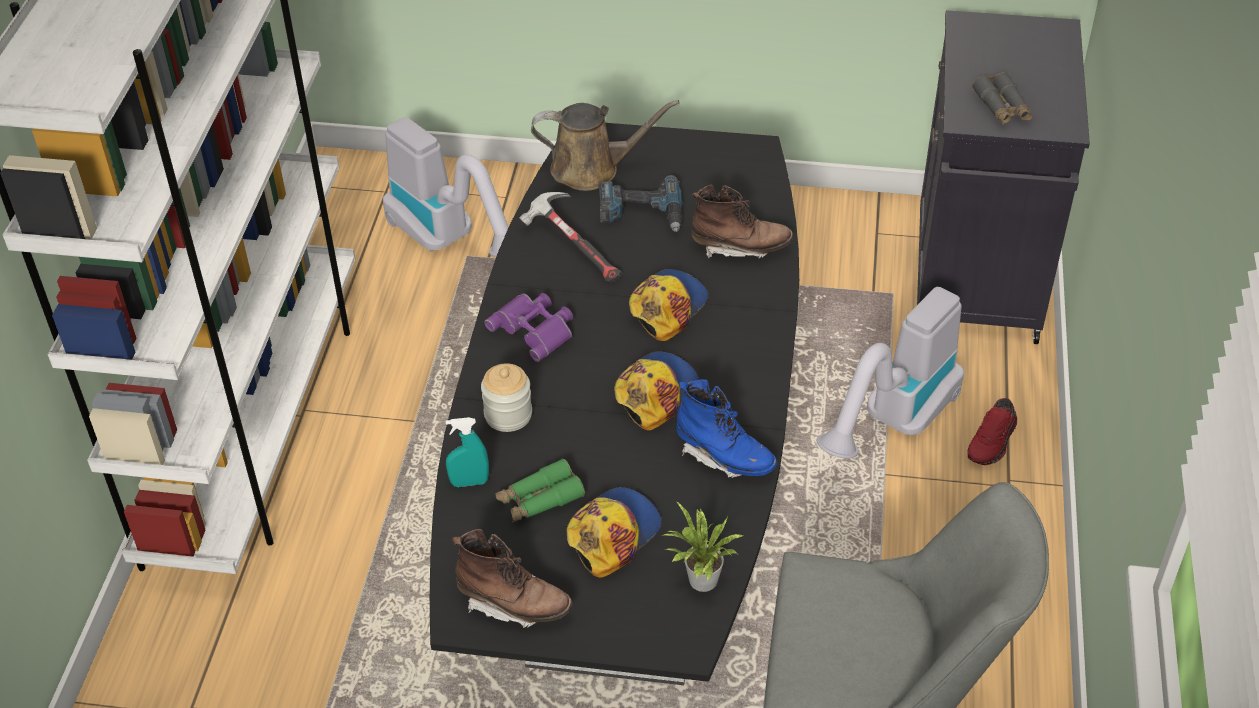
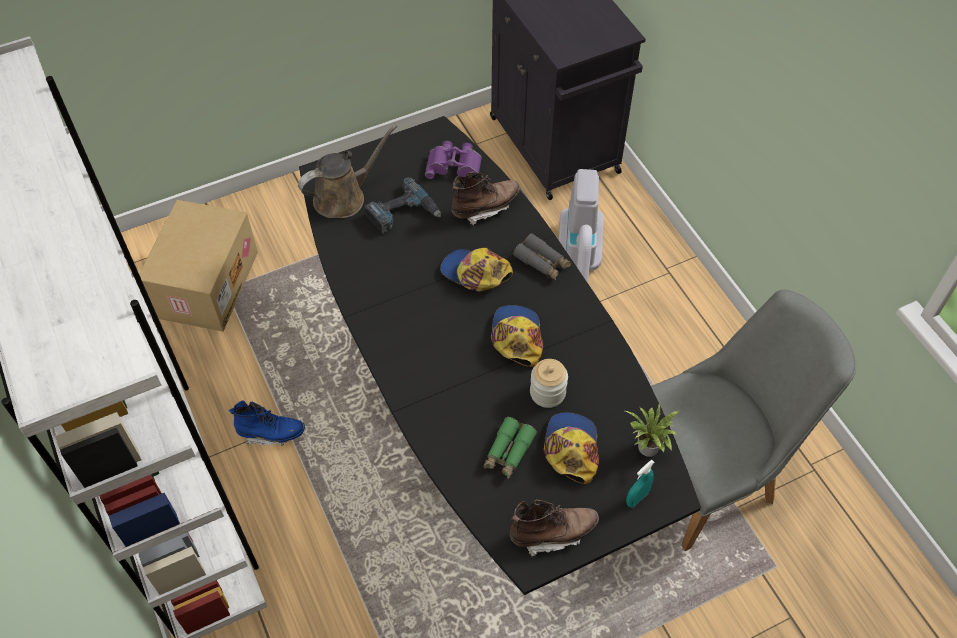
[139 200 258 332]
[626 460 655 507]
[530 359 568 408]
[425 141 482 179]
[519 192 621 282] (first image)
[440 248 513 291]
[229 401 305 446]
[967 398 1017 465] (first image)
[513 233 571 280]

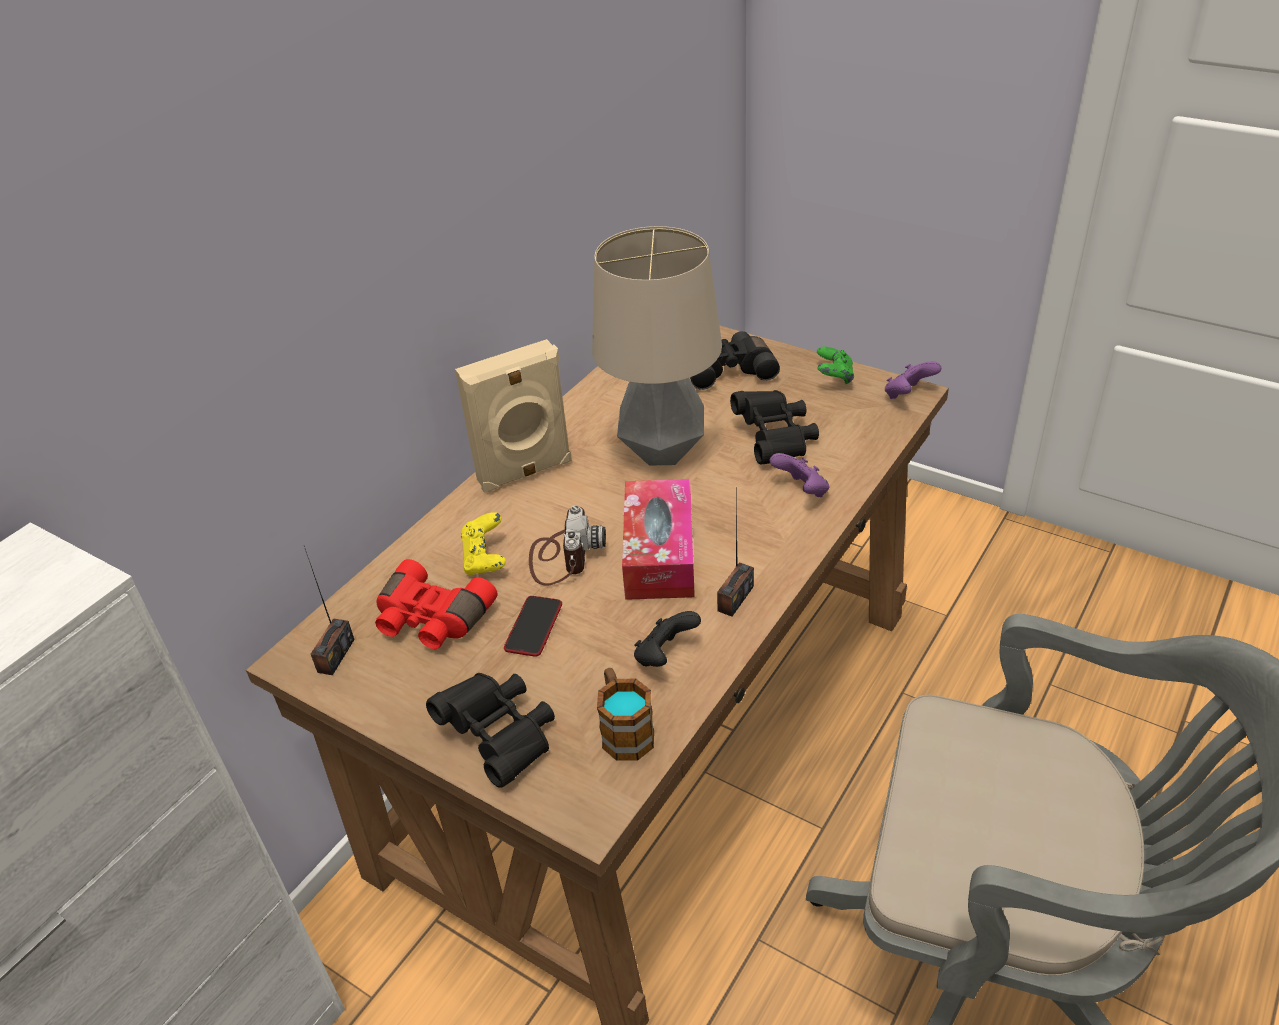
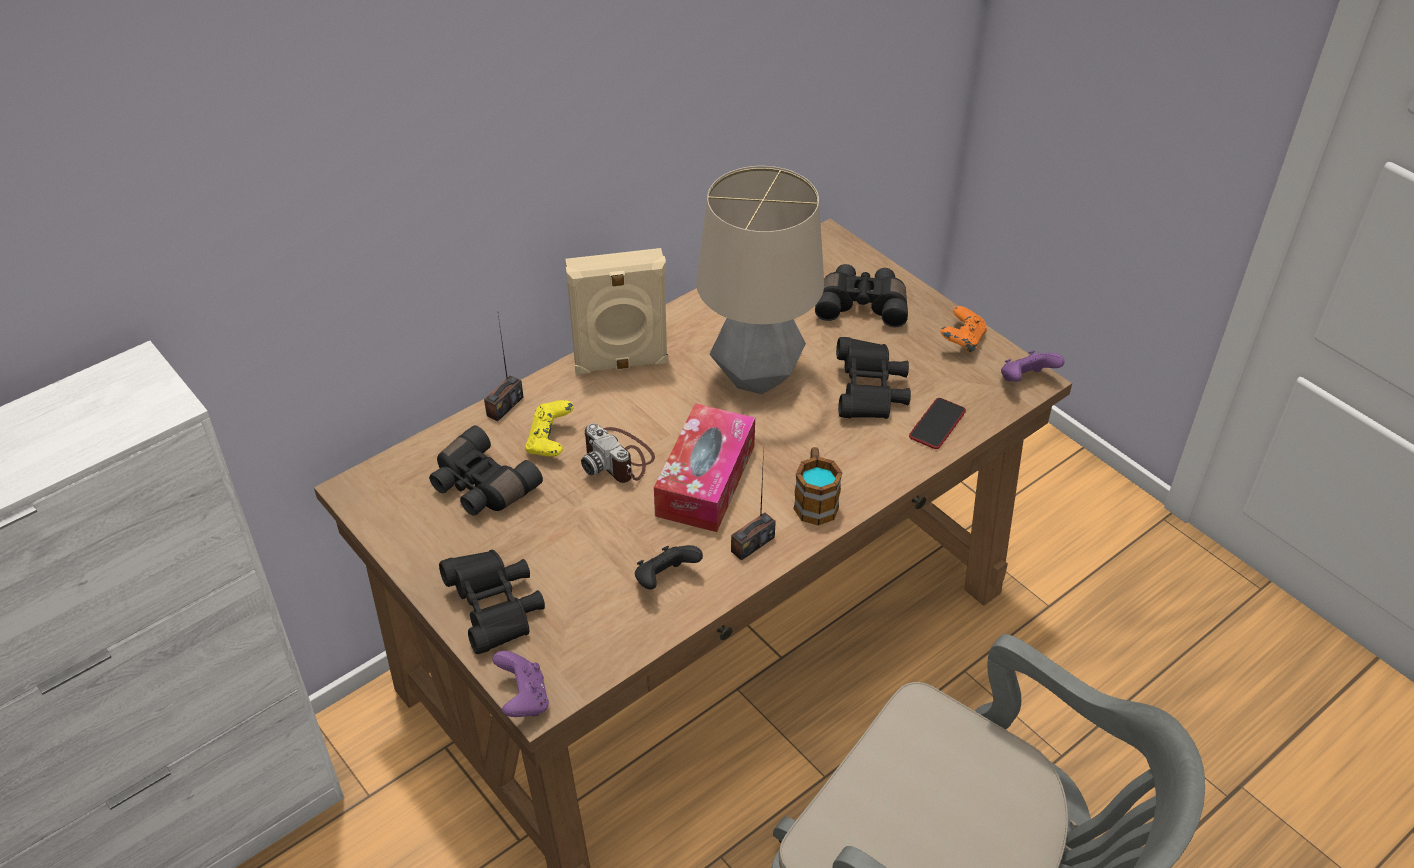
[484 315 523 421]
[429 425 543 516]
[909 398 966 449]
[581 423 655 483]
[793 447 843 526]
[492 651 549 717]
[940 306 987 353]

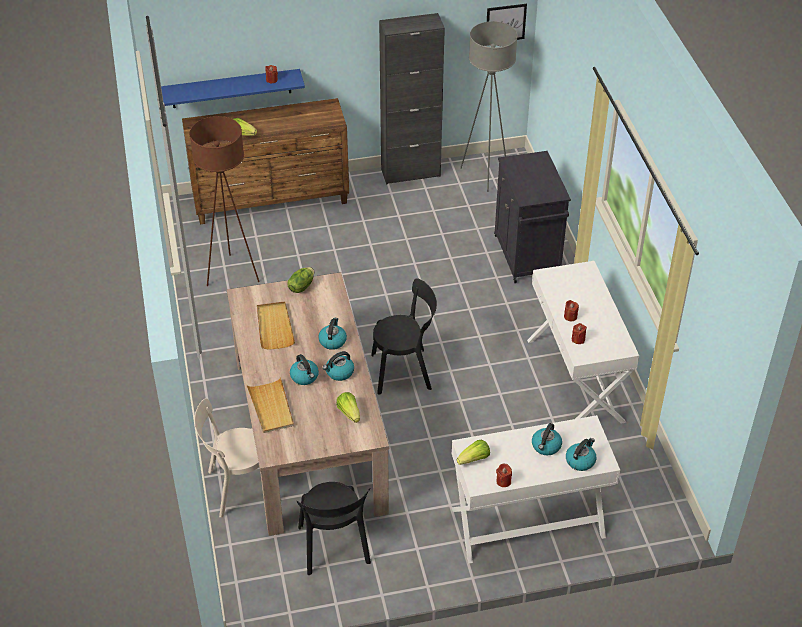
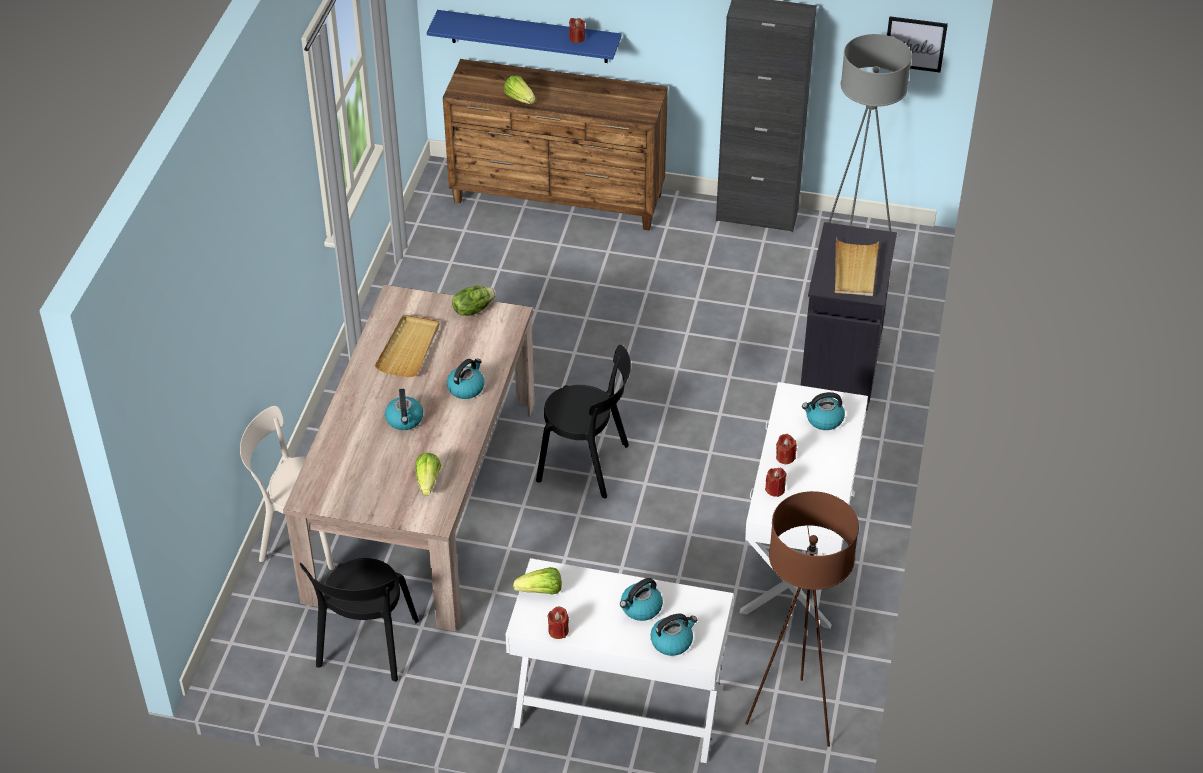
[745 491 859 747]
[835 238 879 296]
[802 392 845 430]

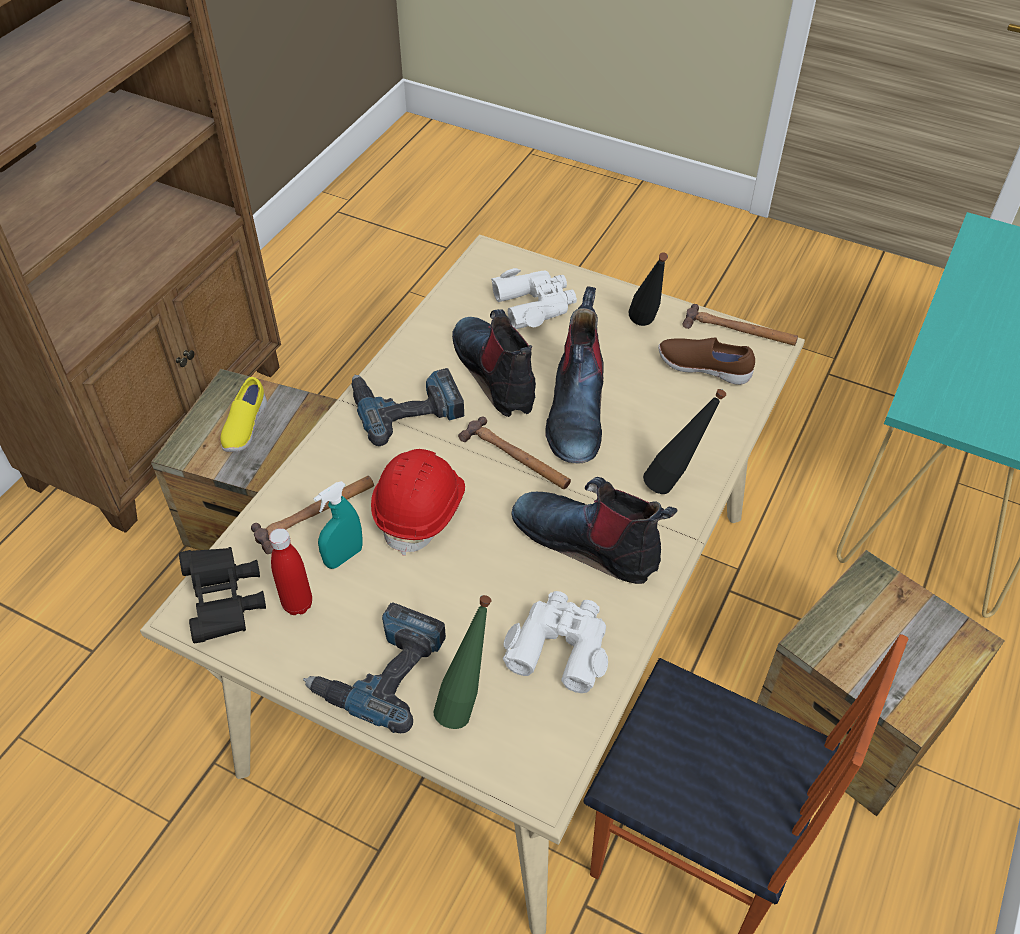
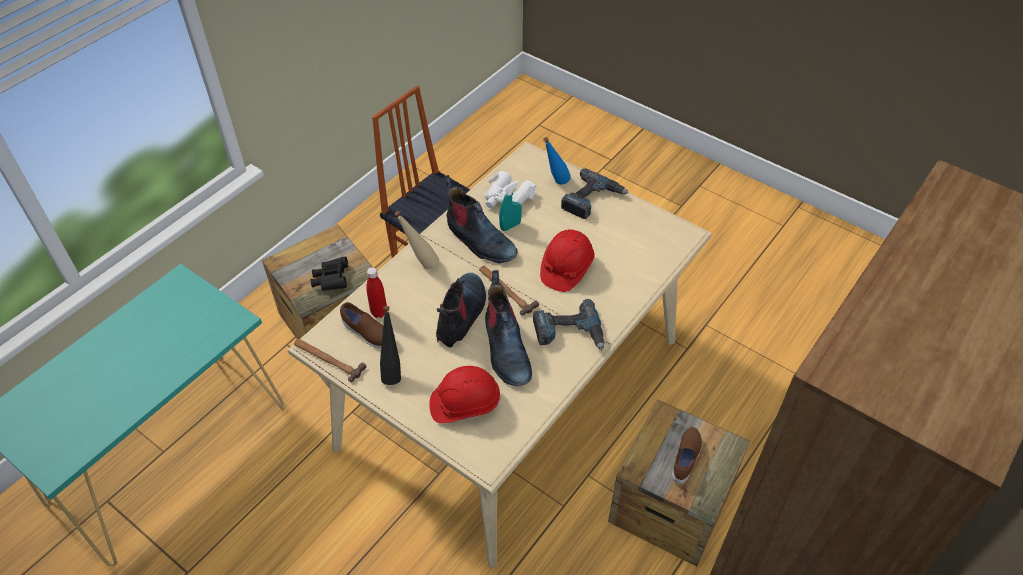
[311 257 348 291]
[672 427 702 484]
[251 476 374 554] (first image)
[366 267 387 318]
[499 181 522 231]
[543 137 571 185]
[429 366 500 423]
[395 211 439 269]

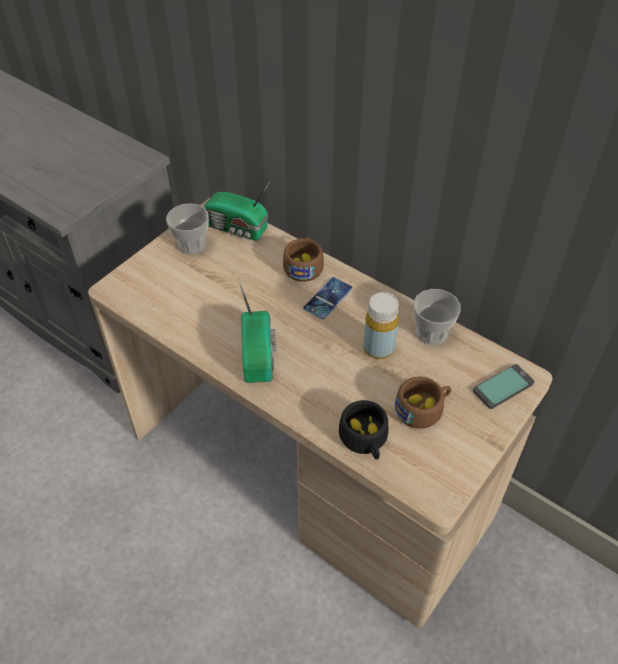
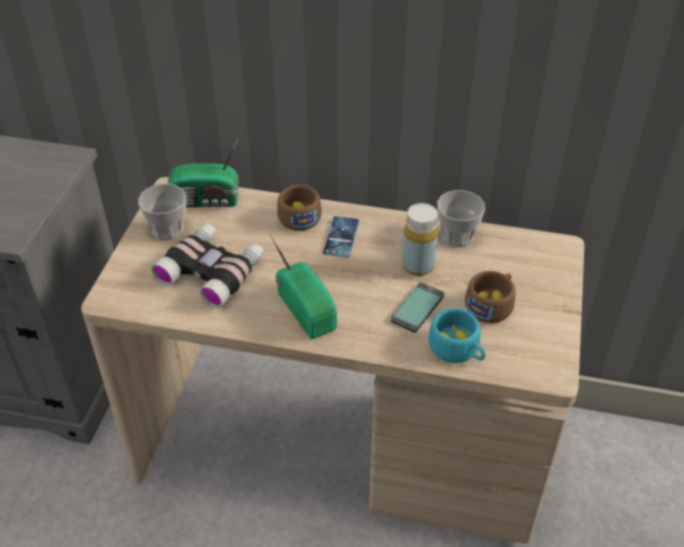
[428 308 486 363]
[391 283 444 333]
[151 223 264 308]

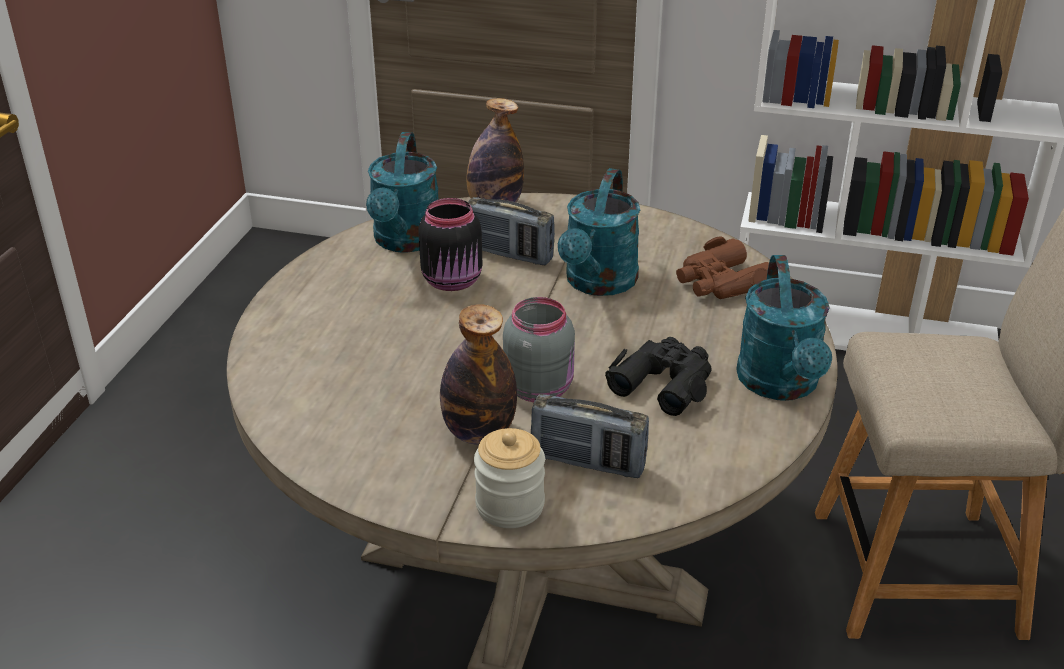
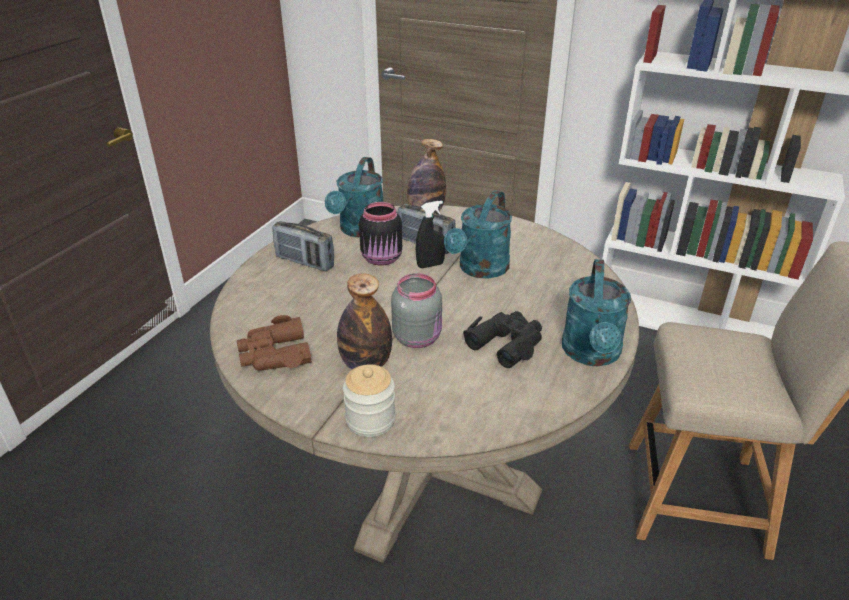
[272 221 334 271]
[237 315 311 371]
[416 201 445 268]

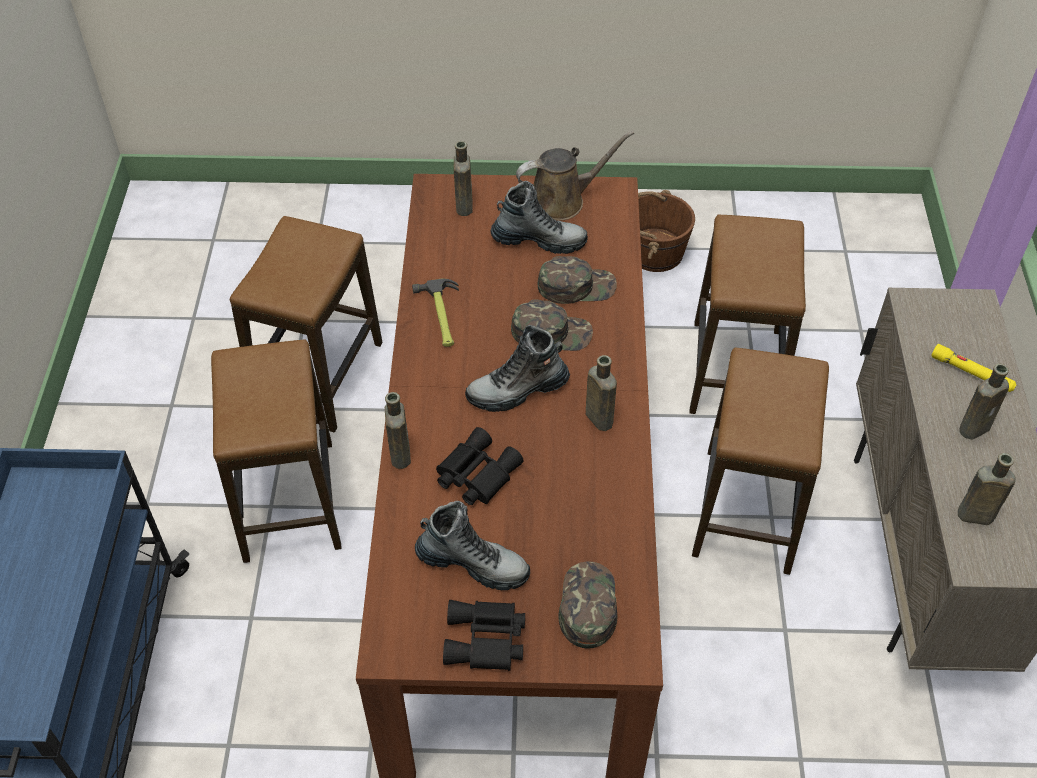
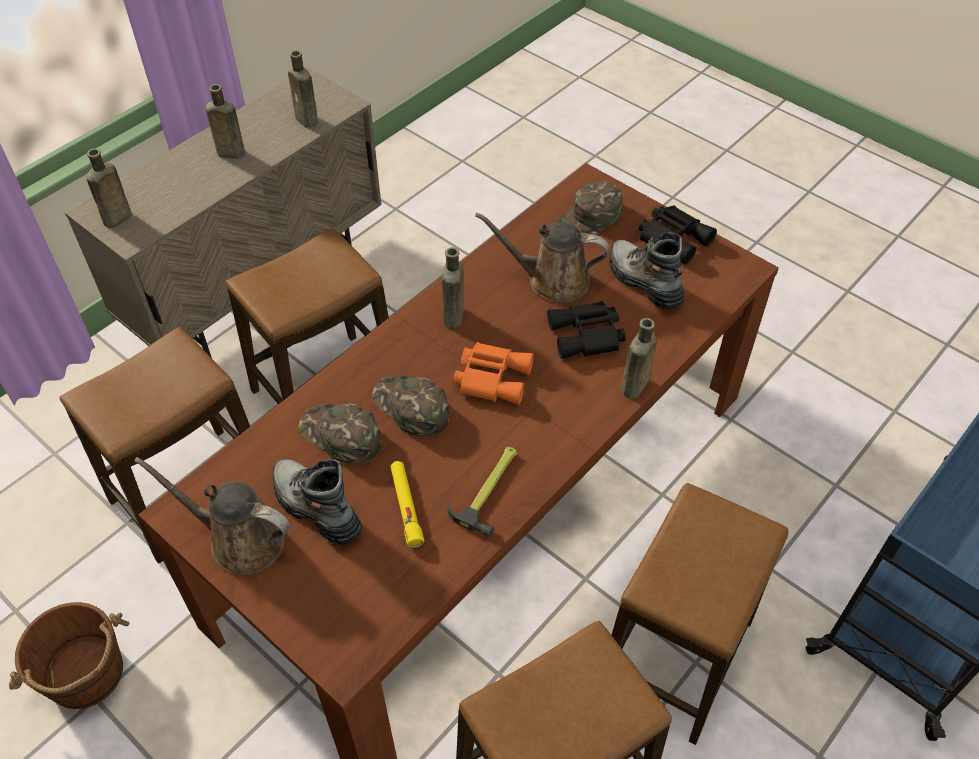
[86 148 131 228]
[453 342 534 405]
[390 461 424 548]
[475 212 609 303]

